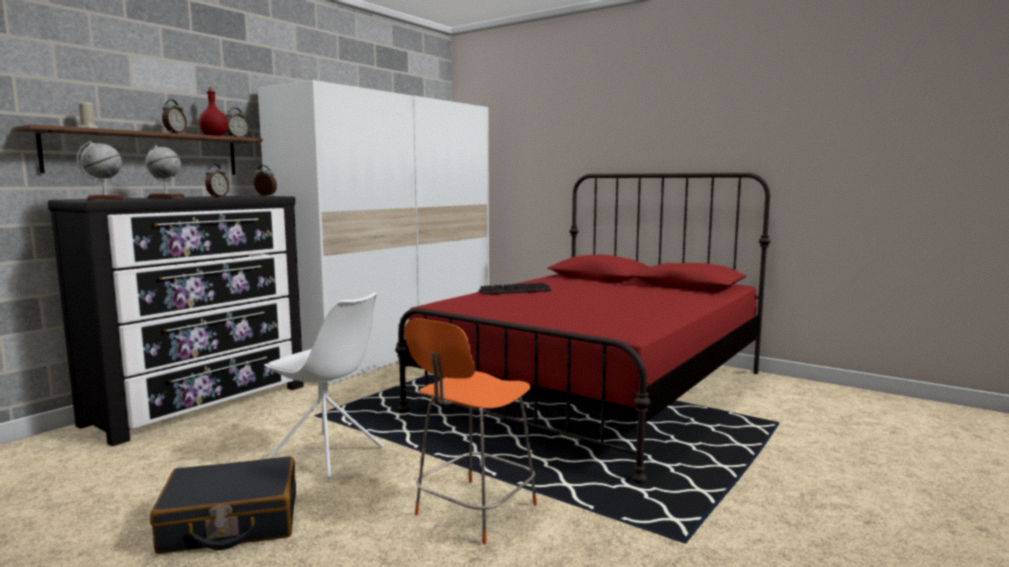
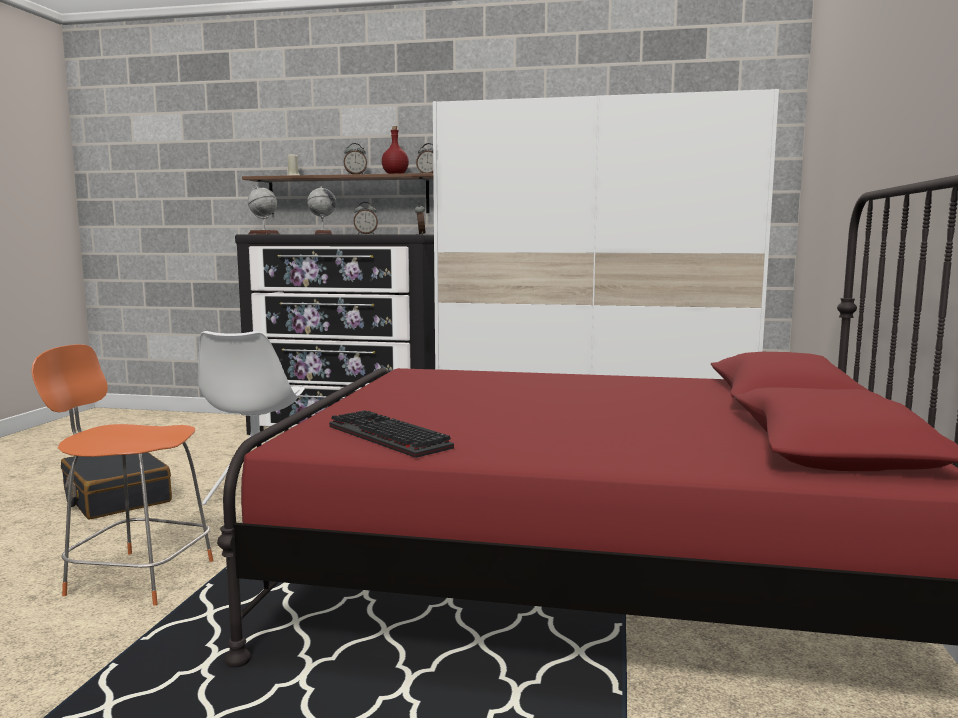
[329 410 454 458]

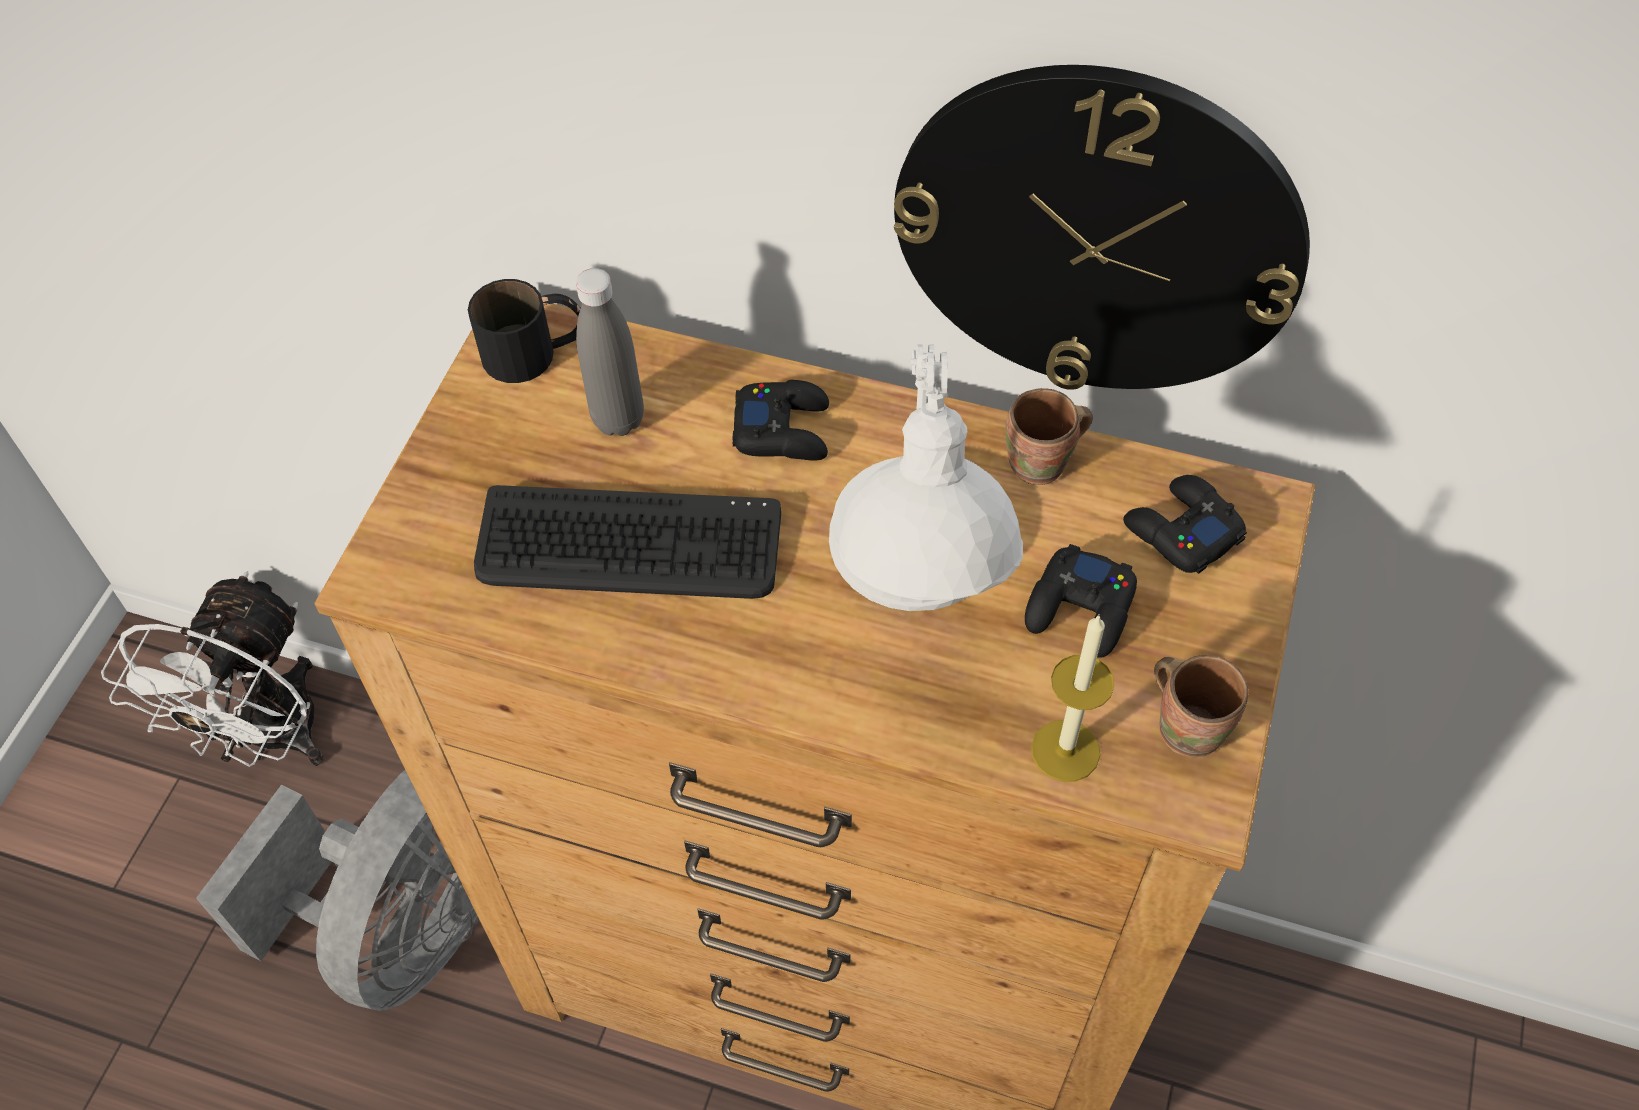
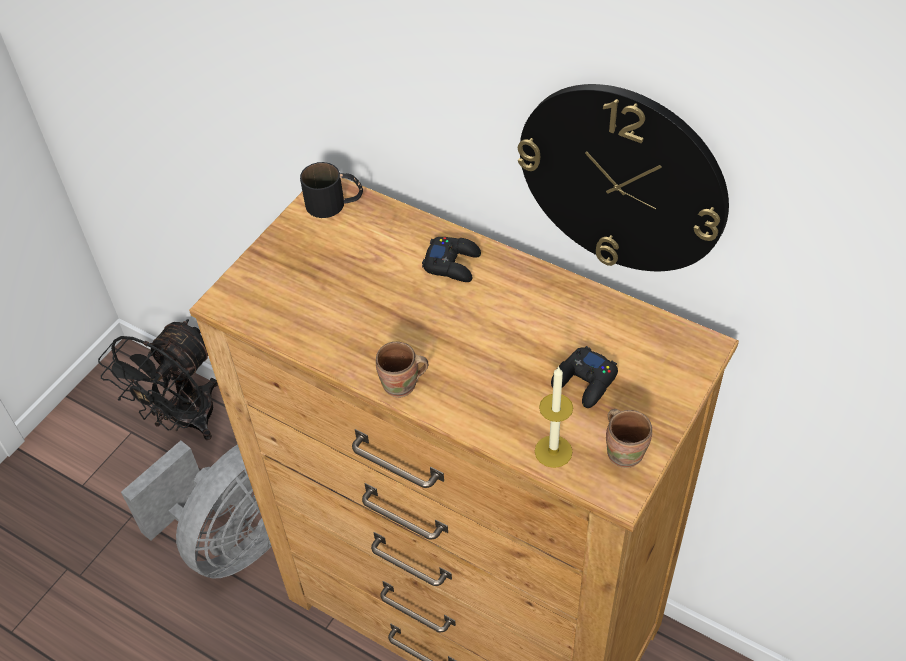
[98 319 218 440]
[474 485 781 599] (first image)
[576 268 644 436] (first image)
[829 344 1023 611] (first image)
[376 342 428 398]
[1123 475 1247 574] (first image)

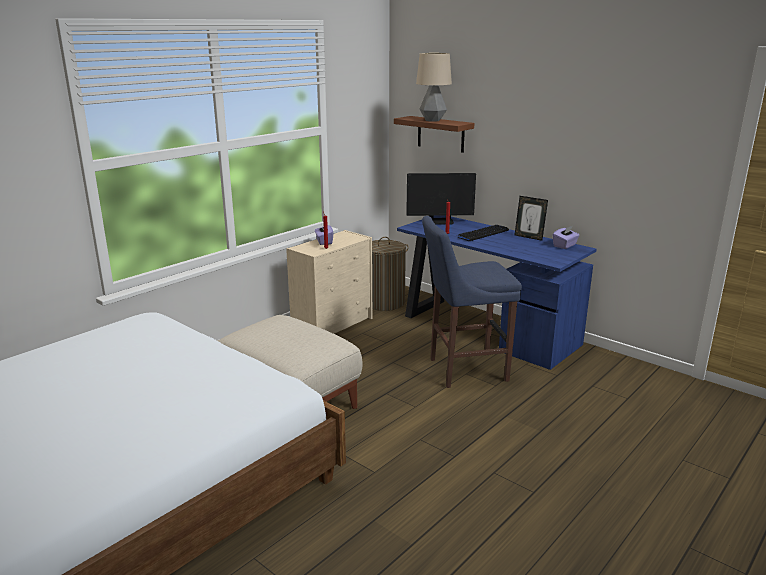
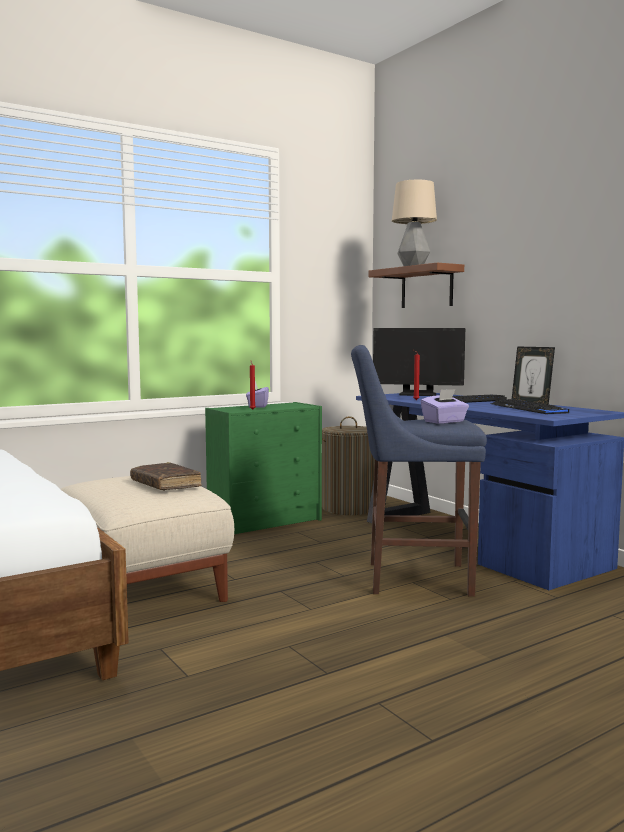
[205 402 322 534]
[420 389 469 424]
[130 462 202 490]
[491 399 569 414]

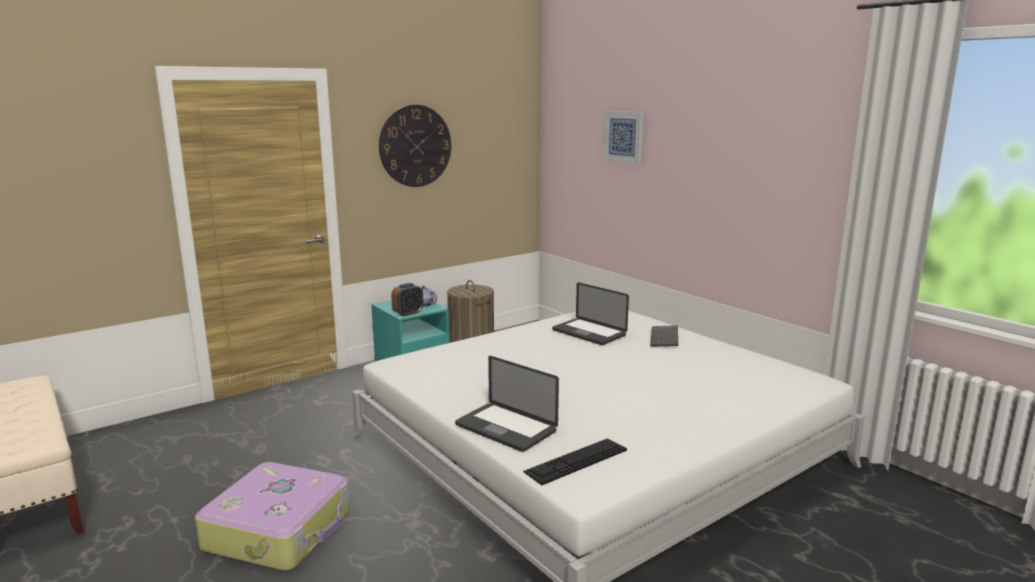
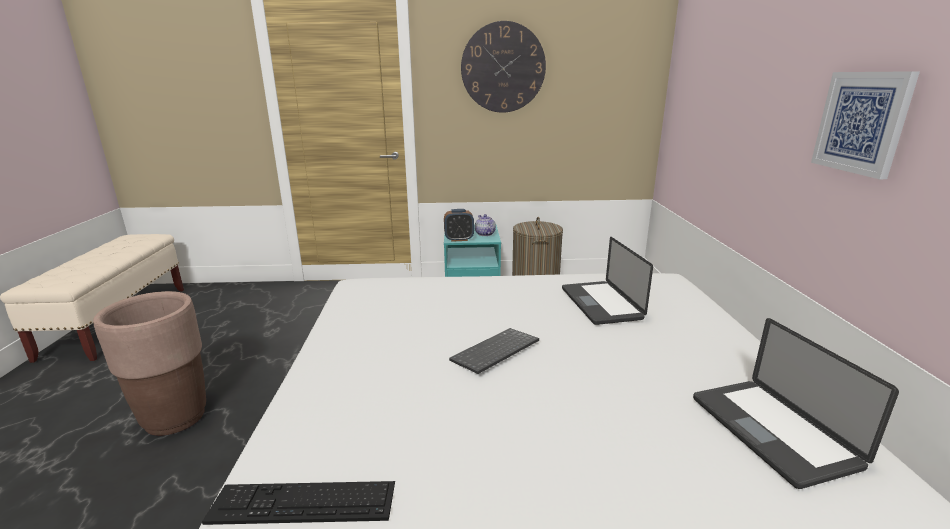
[93 291 206 436]
[693 318 899 489]
[811 71 920 179]
[449 328 539 374]

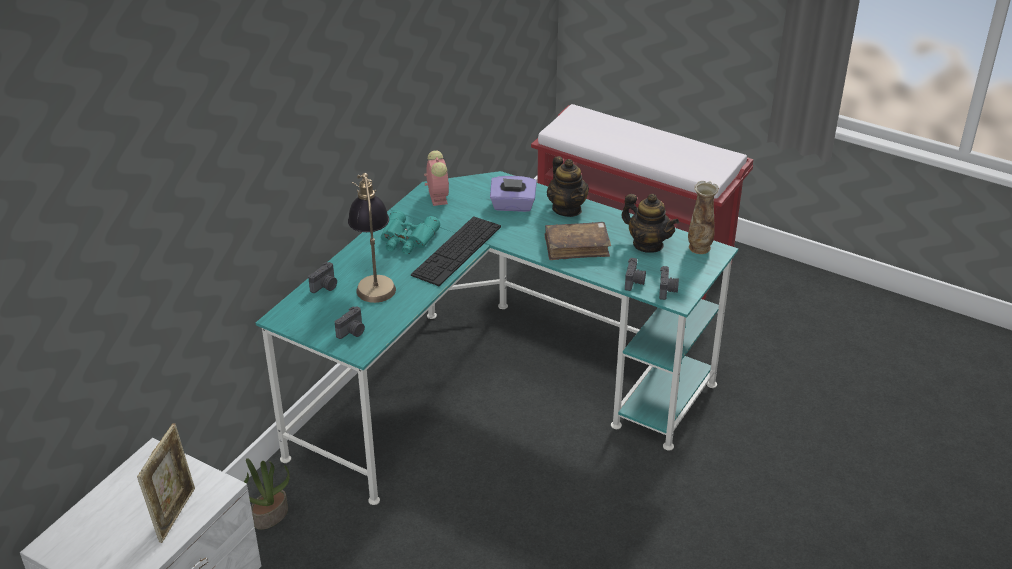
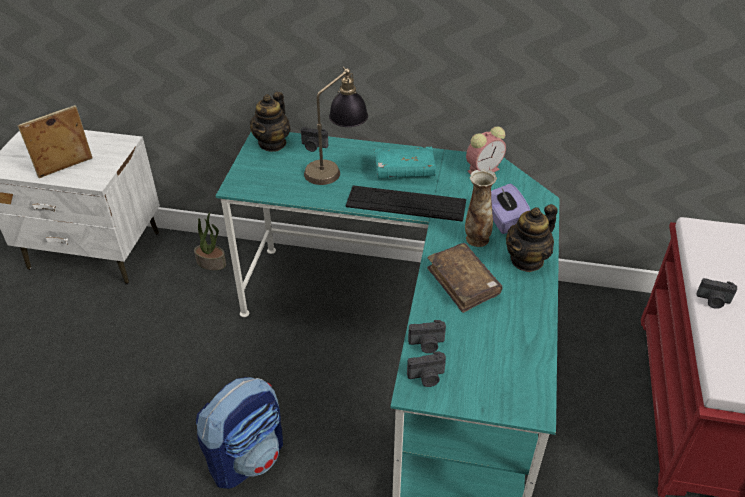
[17 105 93 178]
[697 278 737 309]
[374 147 436 178]
[250 92 291 152]
[465 169 497 247]
[196 377 283 489]

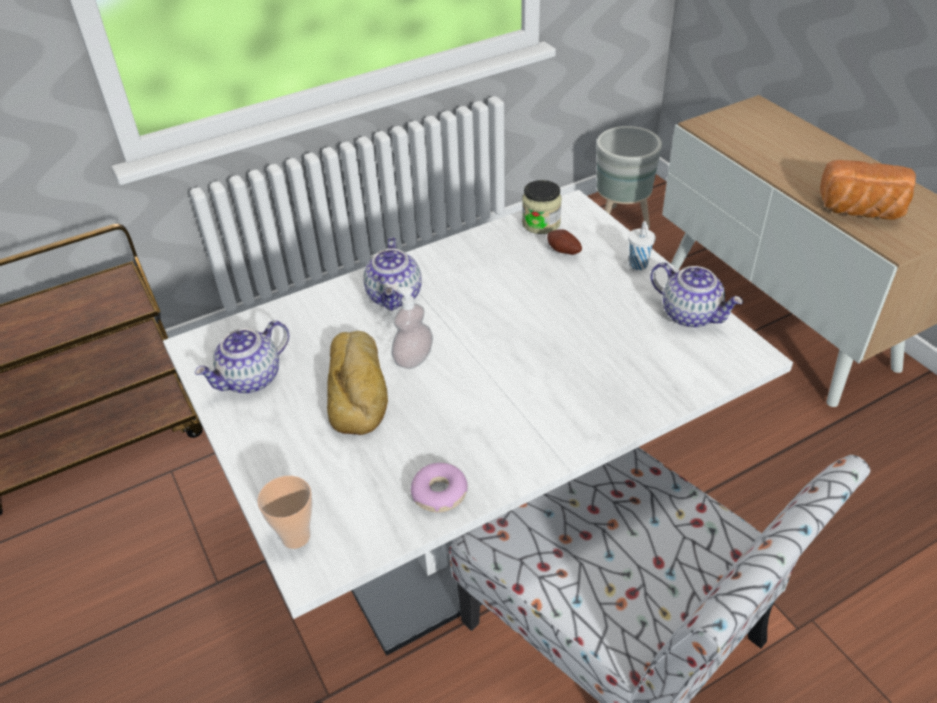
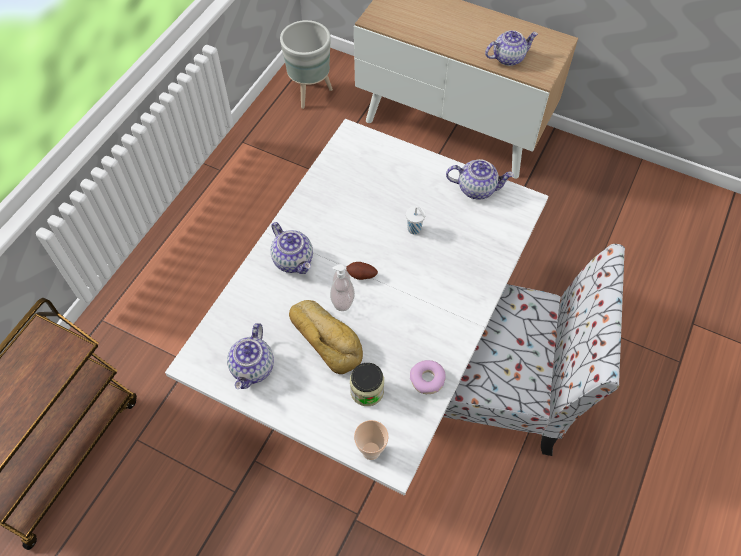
[350 363 384 406]
[346 262 378 280]
[406 206 426 234]
[485 30 538 66]

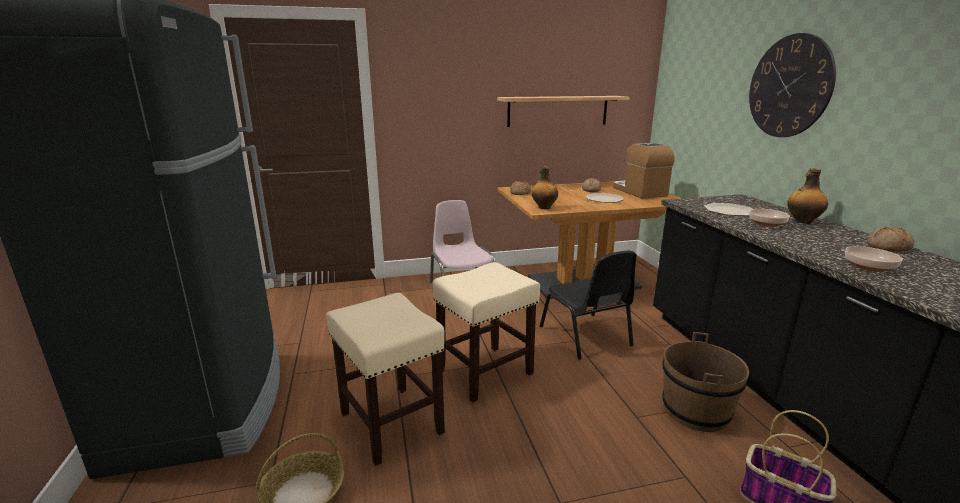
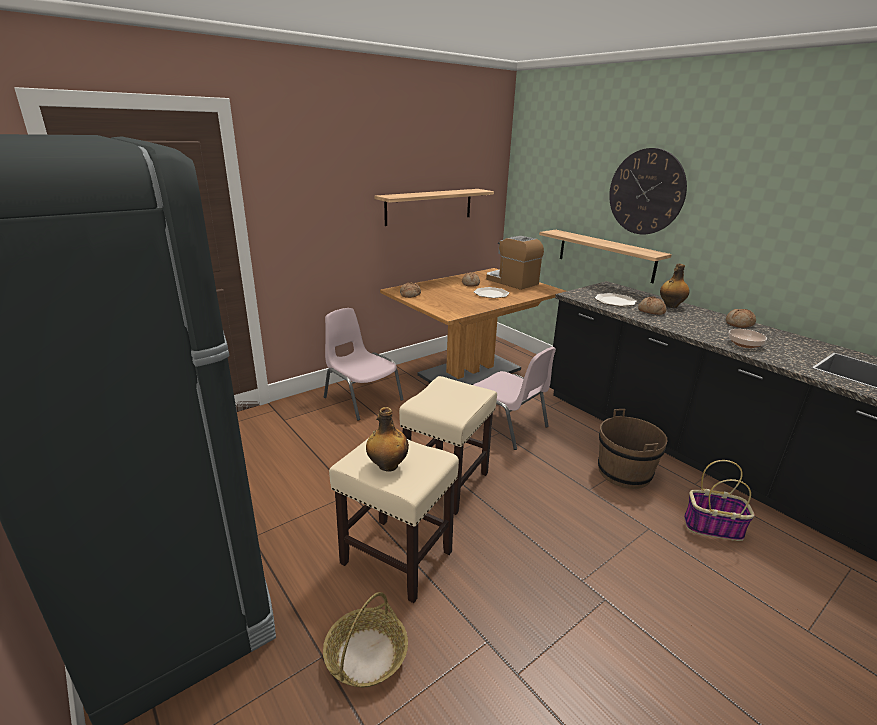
[366 407 409 472]
[473 347 556 450]
[638 297 667 315]
[539 230 672 283]

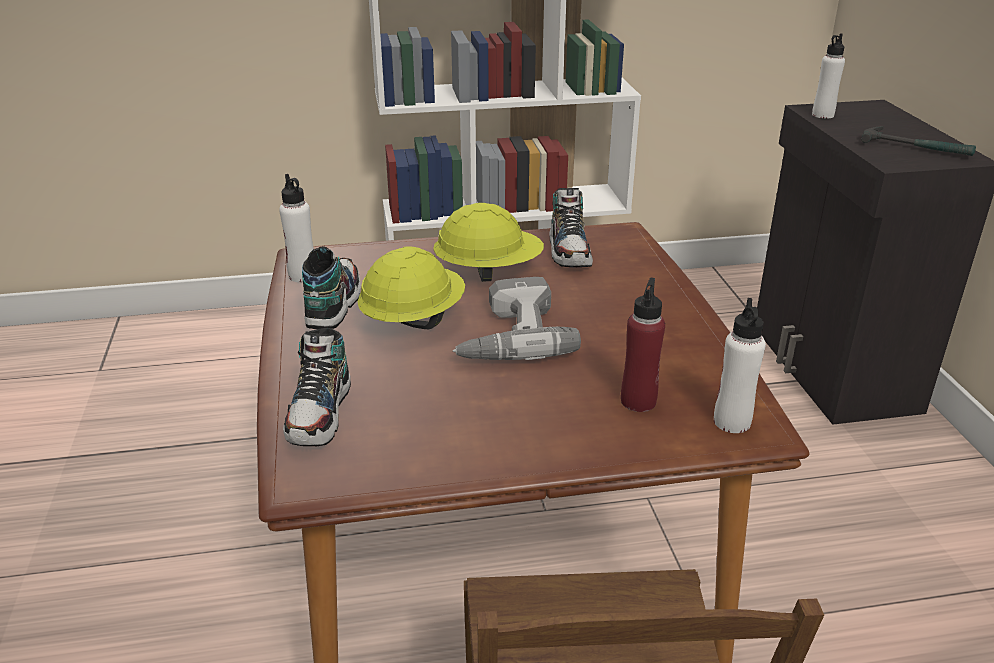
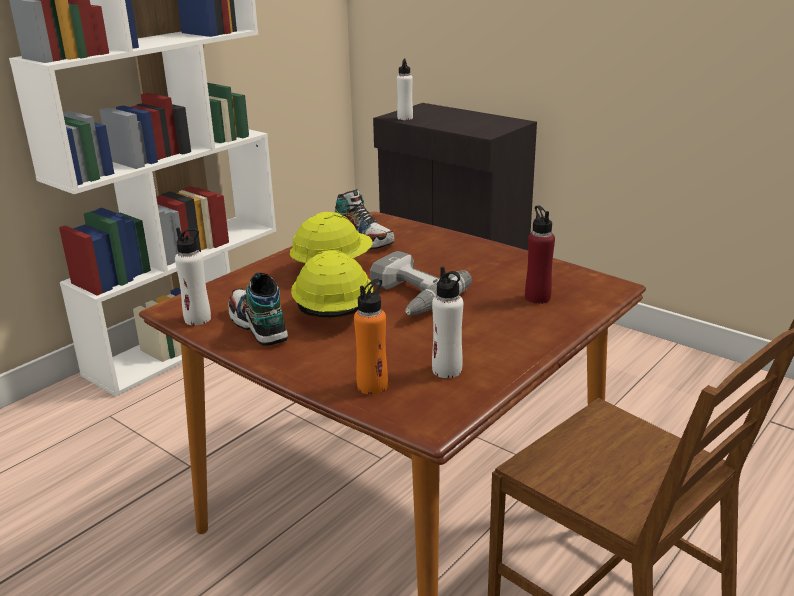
[354 279 388 395]
[432 267 463 378]
[861 126 976 156] (first image)

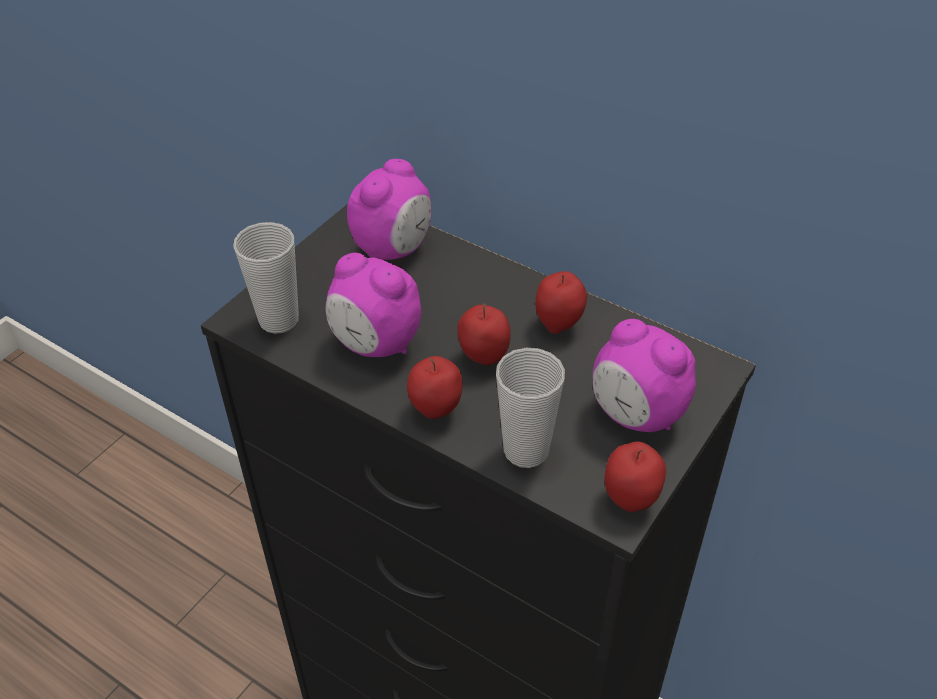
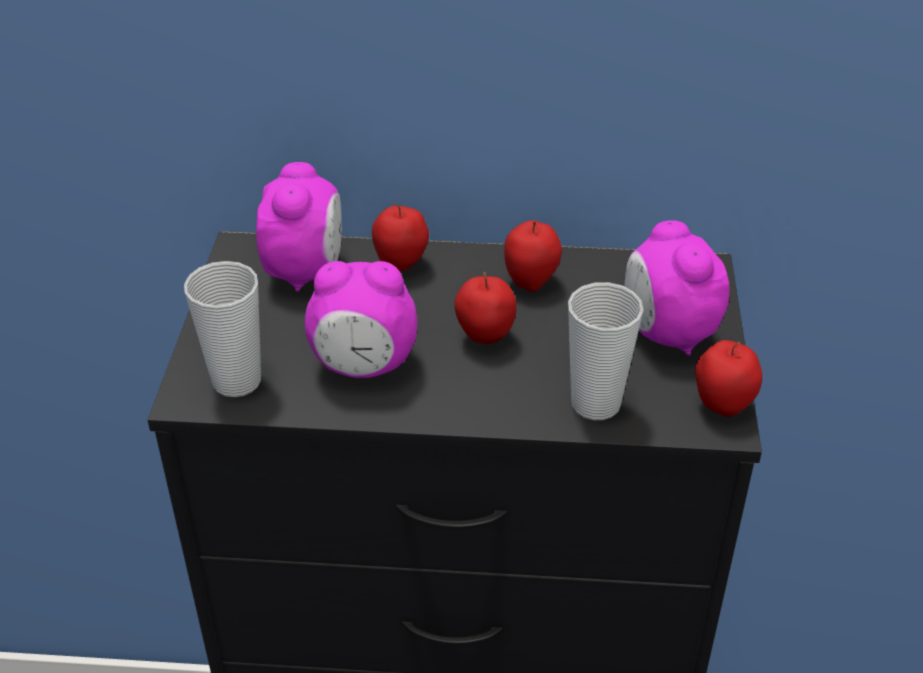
[372 203 429 271]
[625 220 729 356]

